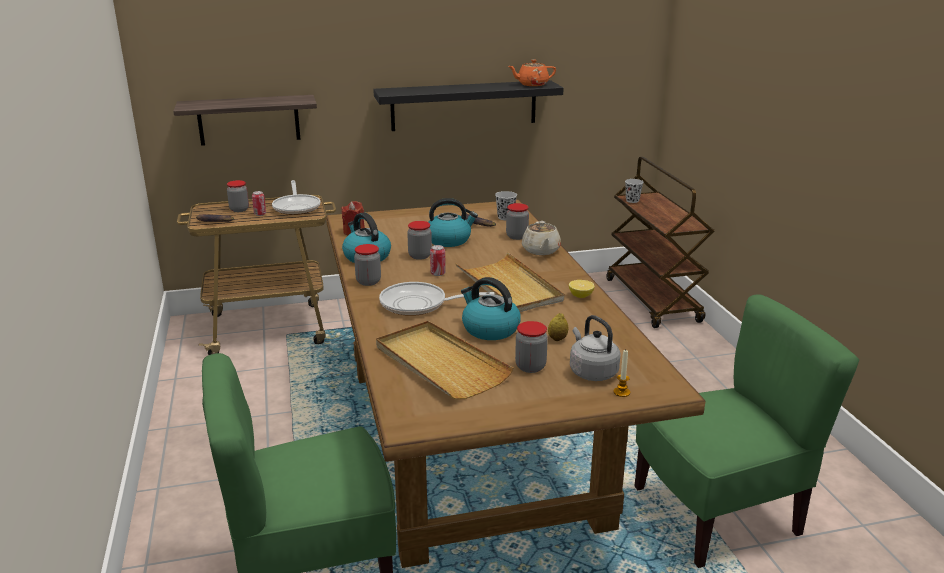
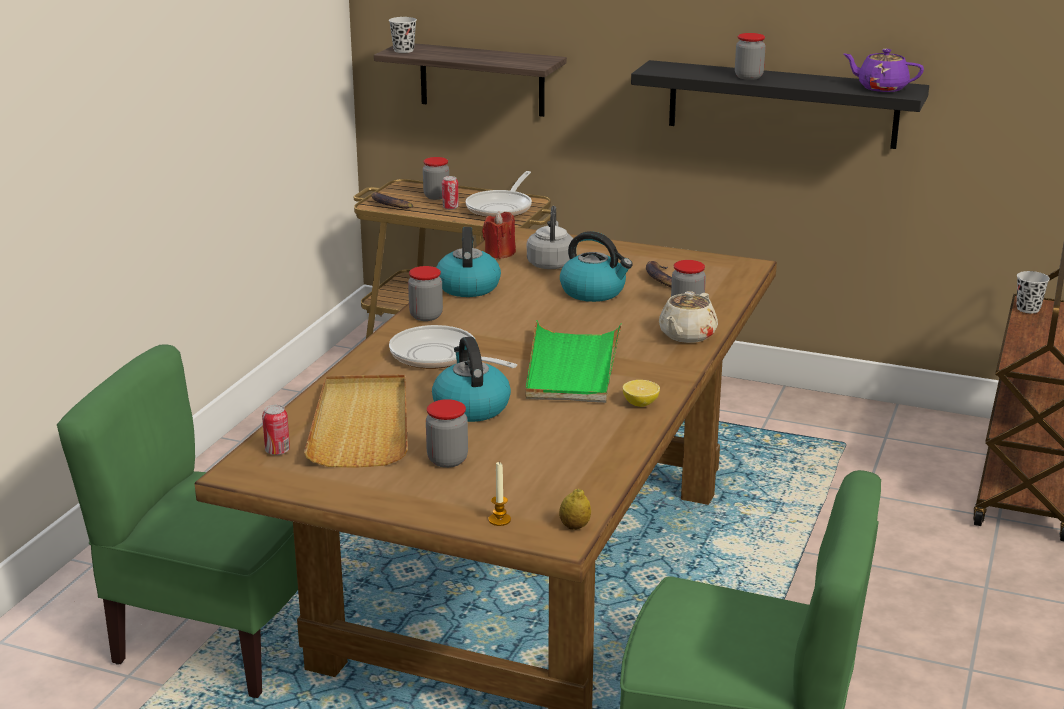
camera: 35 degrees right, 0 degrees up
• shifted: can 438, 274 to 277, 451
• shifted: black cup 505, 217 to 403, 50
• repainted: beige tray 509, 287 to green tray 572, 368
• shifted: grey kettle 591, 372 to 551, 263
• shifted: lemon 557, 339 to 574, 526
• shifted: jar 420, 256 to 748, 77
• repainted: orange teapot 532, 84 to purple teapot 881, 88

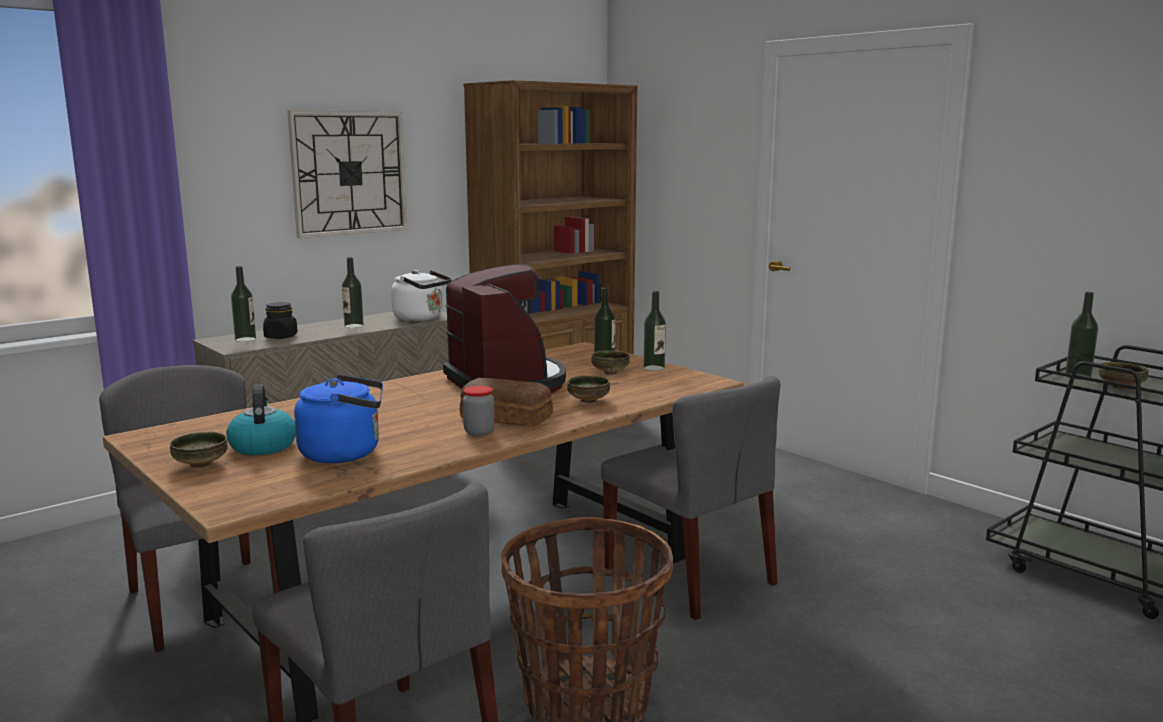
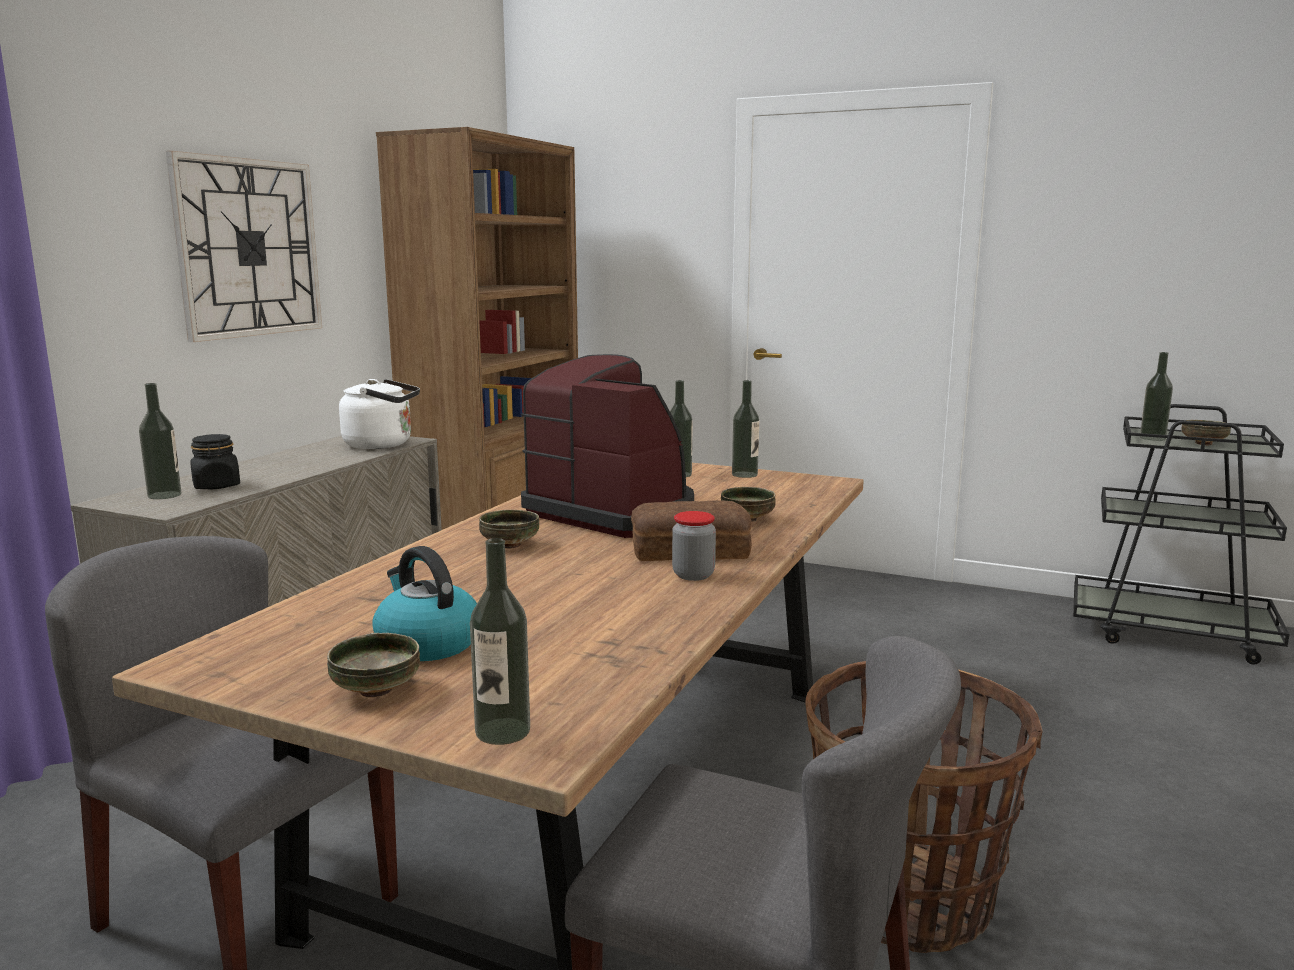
camera: 25 degrees left, 0 degrees up
• shifted: bottle 354, 326 to 502, 731
• shifted: bowl 609, 373 to 509, 545
• gone: blue kettle 345, 453
• gone: grey chair 690, 576

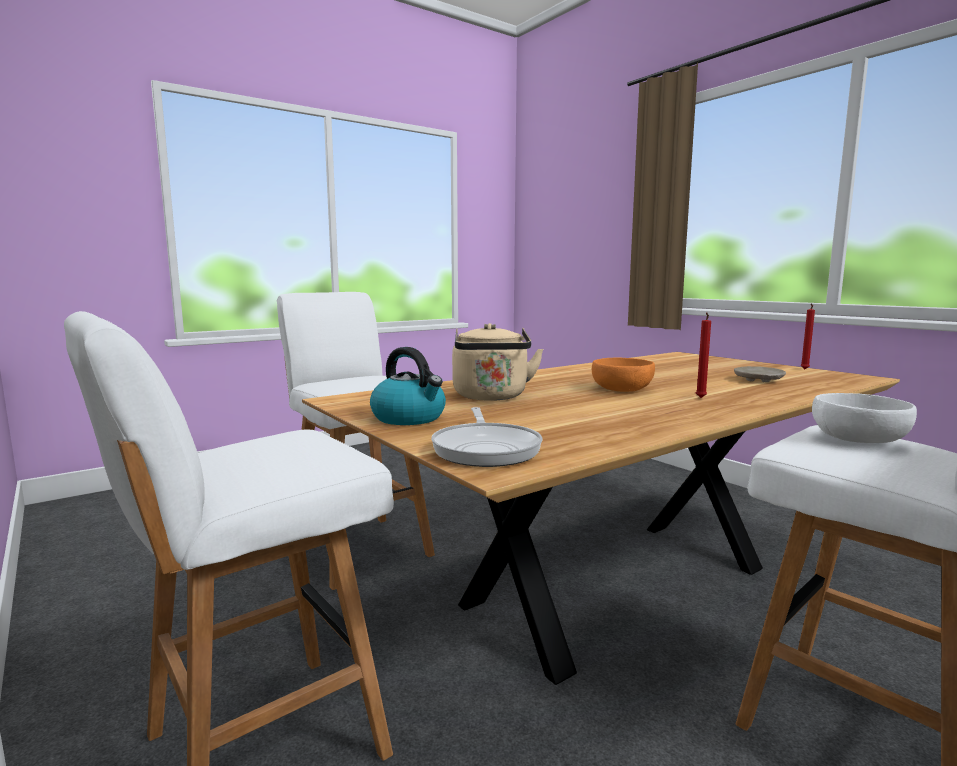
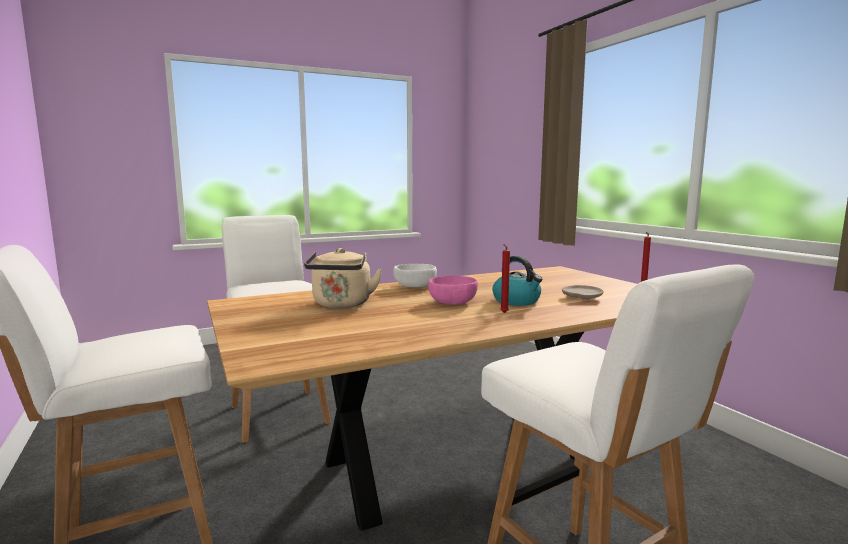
camera: 10 degrees right, 0 degrees up
• shifted: white bowl 860, 439 to 415, 286
• repainted: orange bowl 622, 389 to pink bowl 453, 302
• shifted: kettle 410, 418 to 517, 301
• gone: frying pan 486, 449

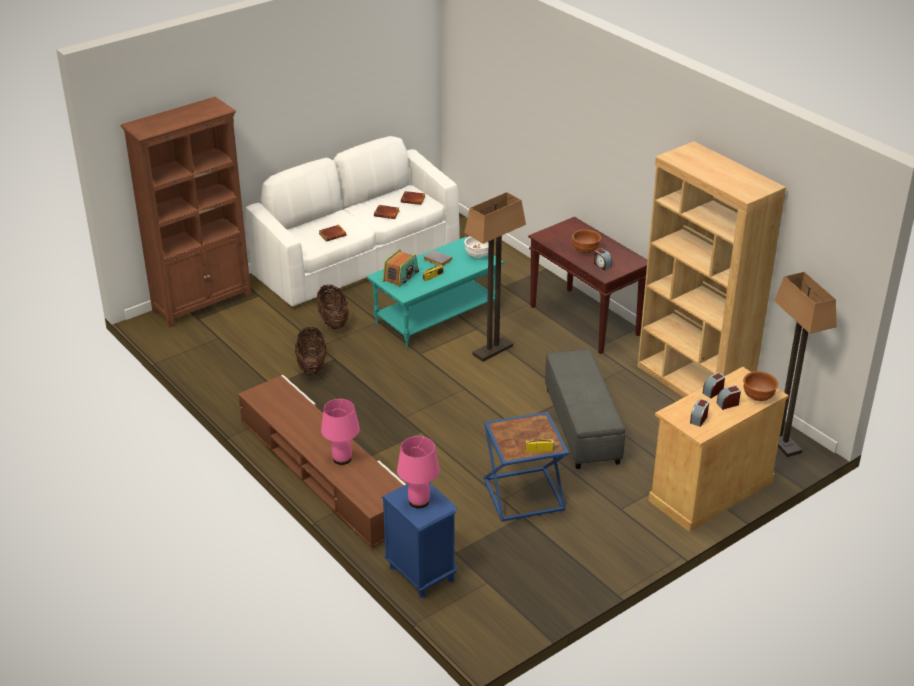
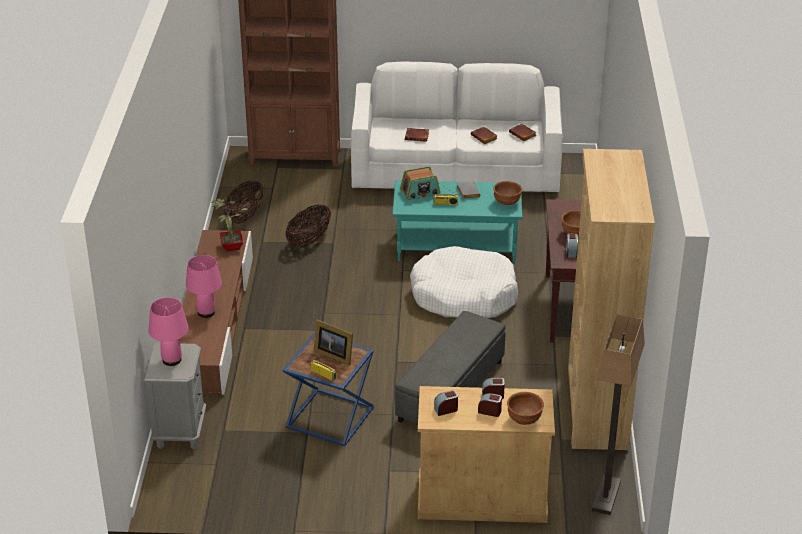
camera: 40 degrees right, 0 degrees up
• repainted: blue nightstand 421, 573 to grey nightstand 180, 431
• new: potted plant 231, 246
• shifted: basket 333, 321 to 244, 216
• new: picture frame 333, 354
• swapped: floor lamp 493, 350 to white dog bed 463, 295
• repainted: white bowl 478, 255 to brown bowl 507, 203

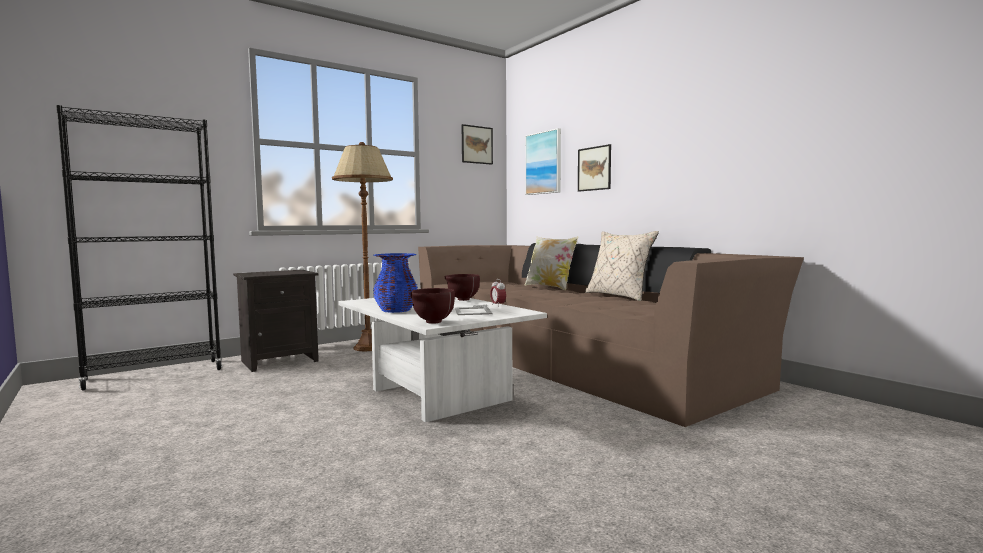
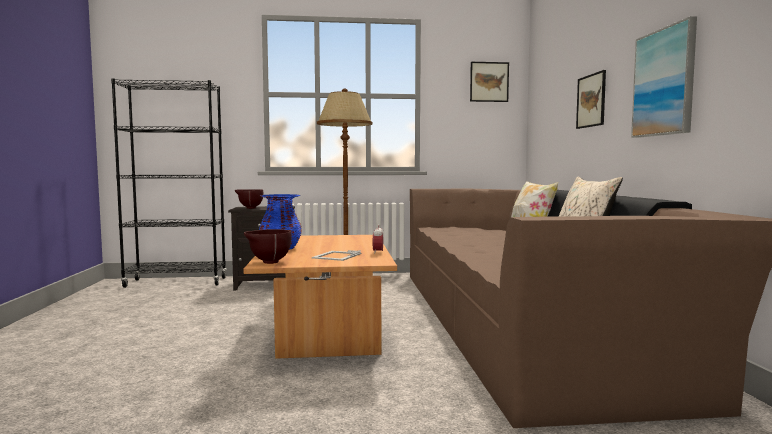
camera: 30 degrees right, 0 degrees up
• shifted: brown bowl 462, 300 to 249, 208
• repainted: white coffee table 435, 395 to brown coffee table 325, 335
• shifted: picture 544, 163 to 664, 82

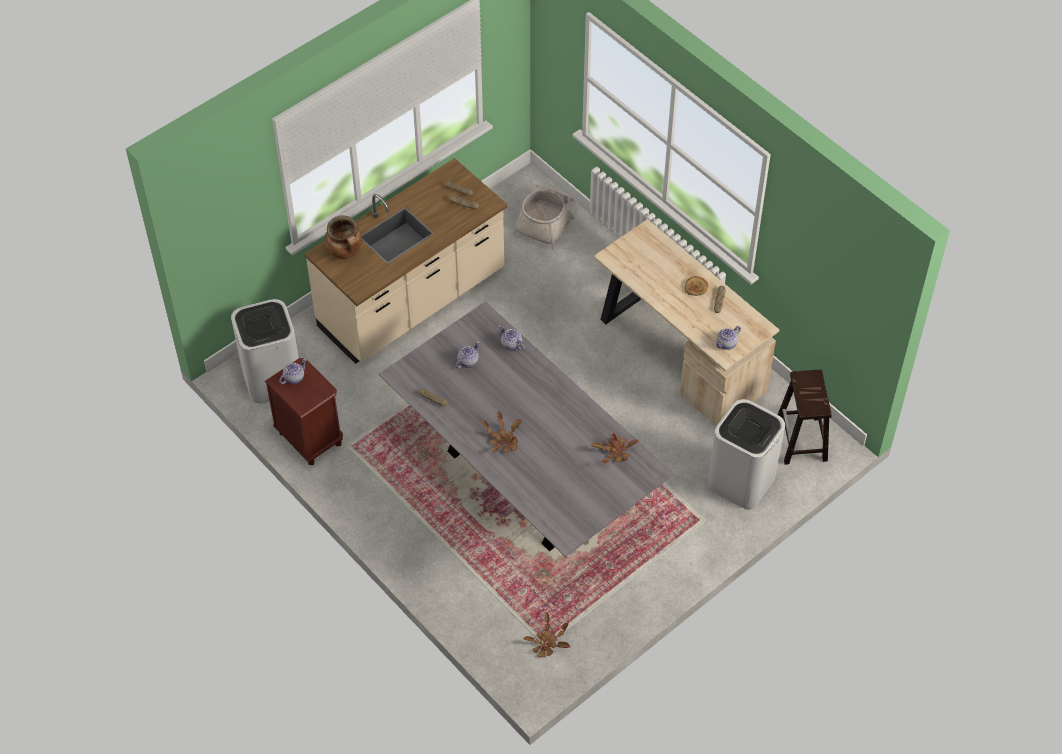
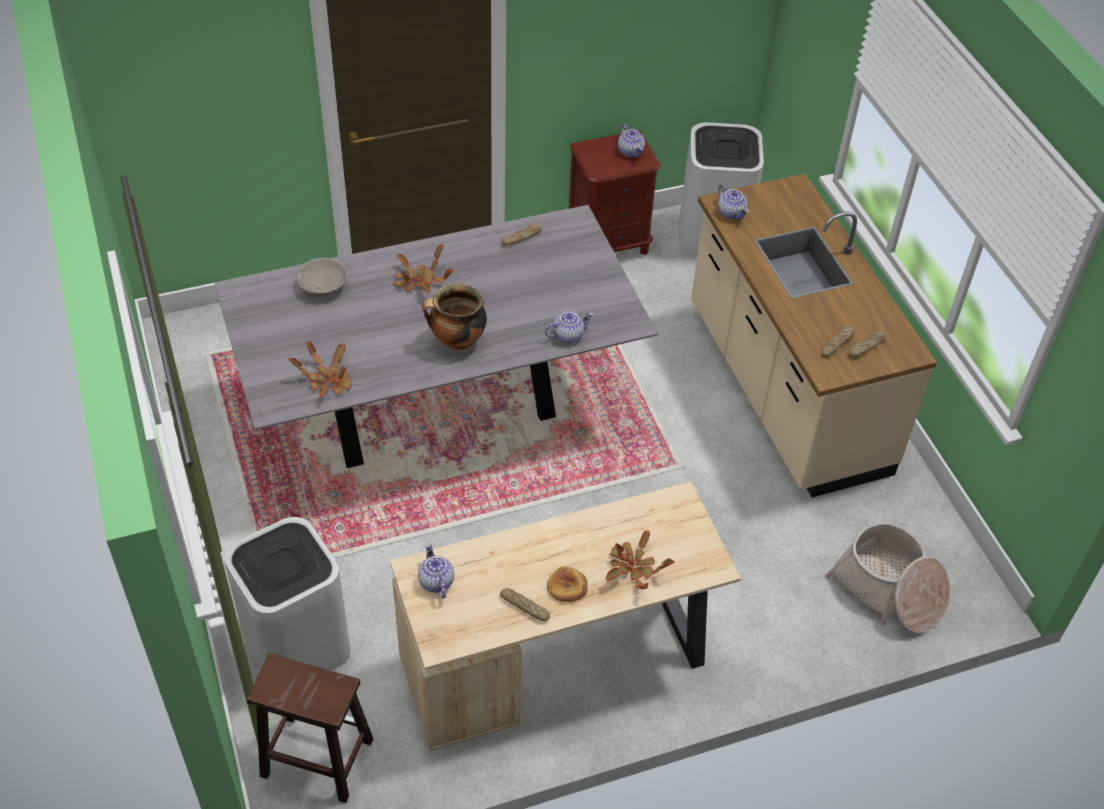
camera: 110 degrees right, 5 degrees down
• new: grey bowl 323, 286
• shifted: cooking pot 345, 253 to 457, 341
• shifted: potted plant 547, 643 to 633, 568
• shifted: teapot 468, 361 to 731, 213

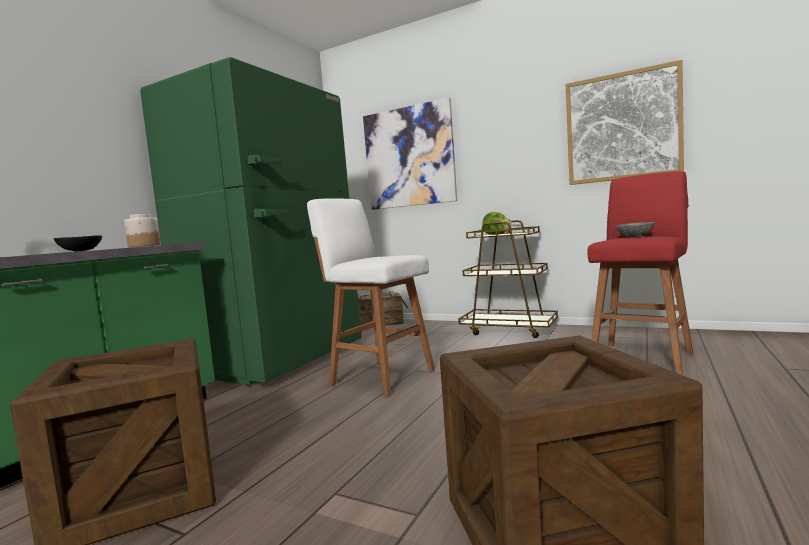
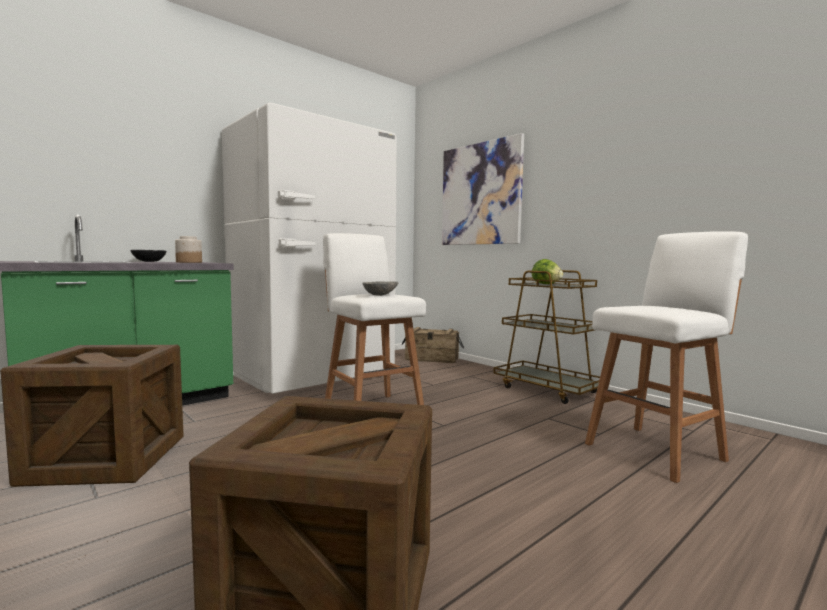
camera: 20 degrees right, 0 degrees up
• repainted: green fridge 279, 360 to white fridge 313, 377
• shifted: grey bowl 635, 236 to 380, 295
• repainted: red stool 642, 357 to white stool 657, 451
• gone: picture 622, 127

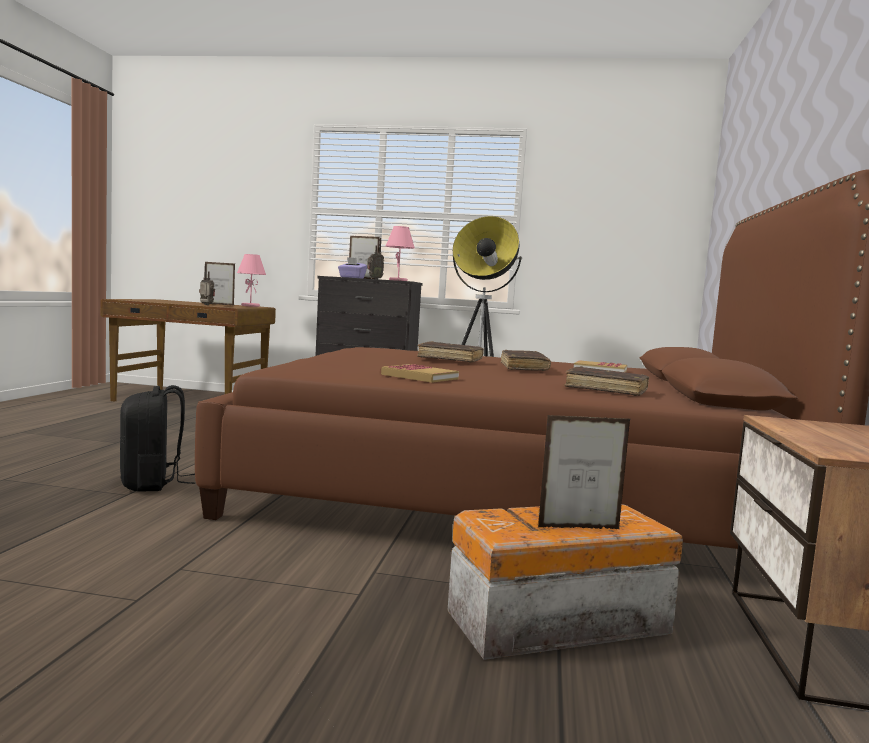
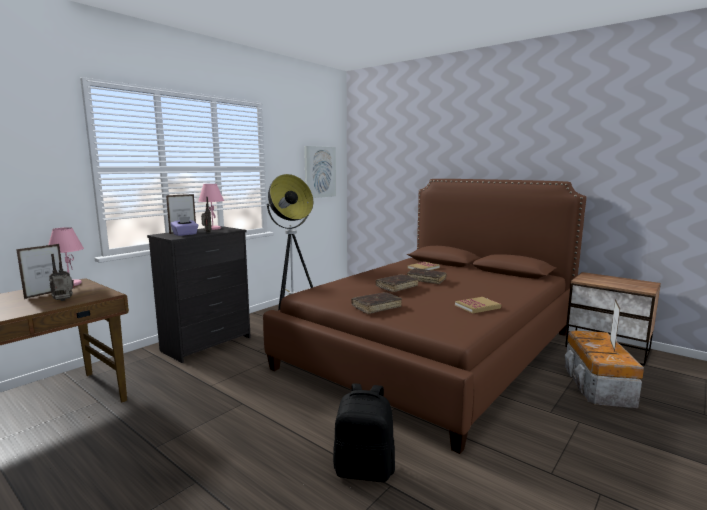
camera: 60 degrees left, 5 degrees up
• new: picture 319, 172
• shifted: brown book 606, 390 to 376, 307

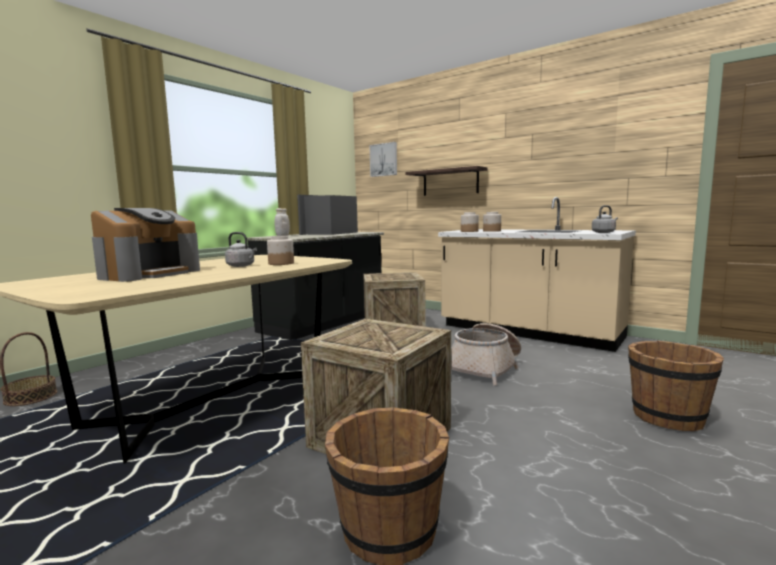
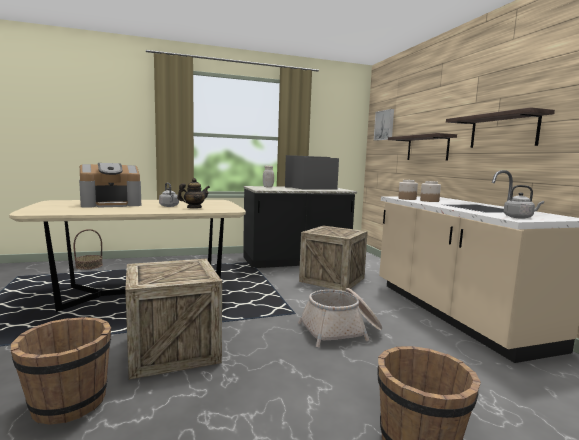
camera: 35 degrees right, 0 degrees up
• swapped: jar 280, 263 to teapot 194, 208
• new: shelf 503, 131

